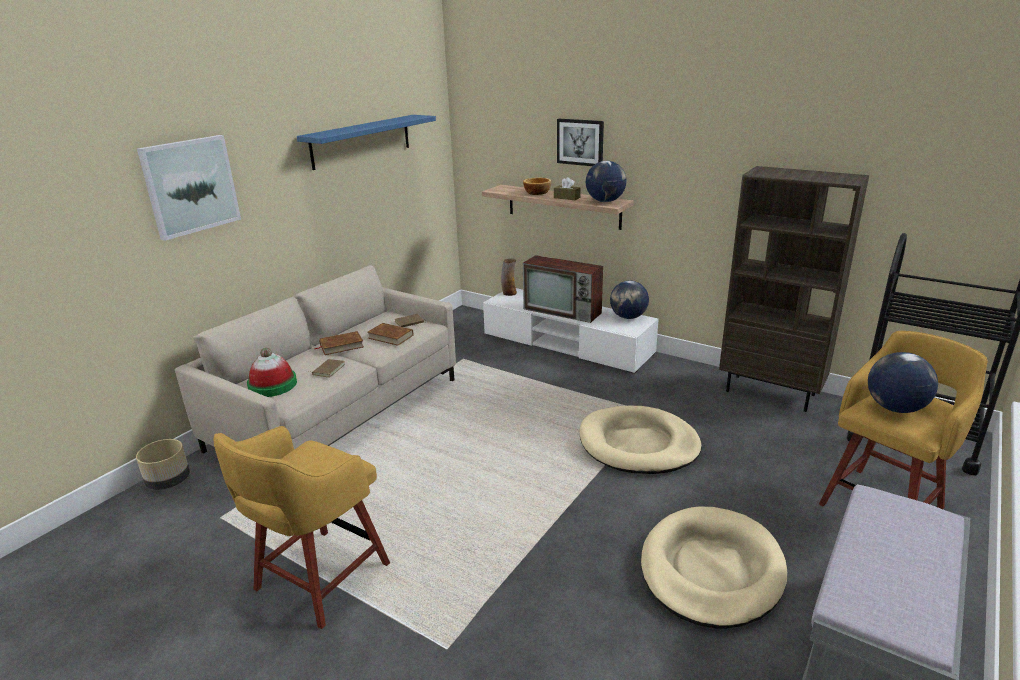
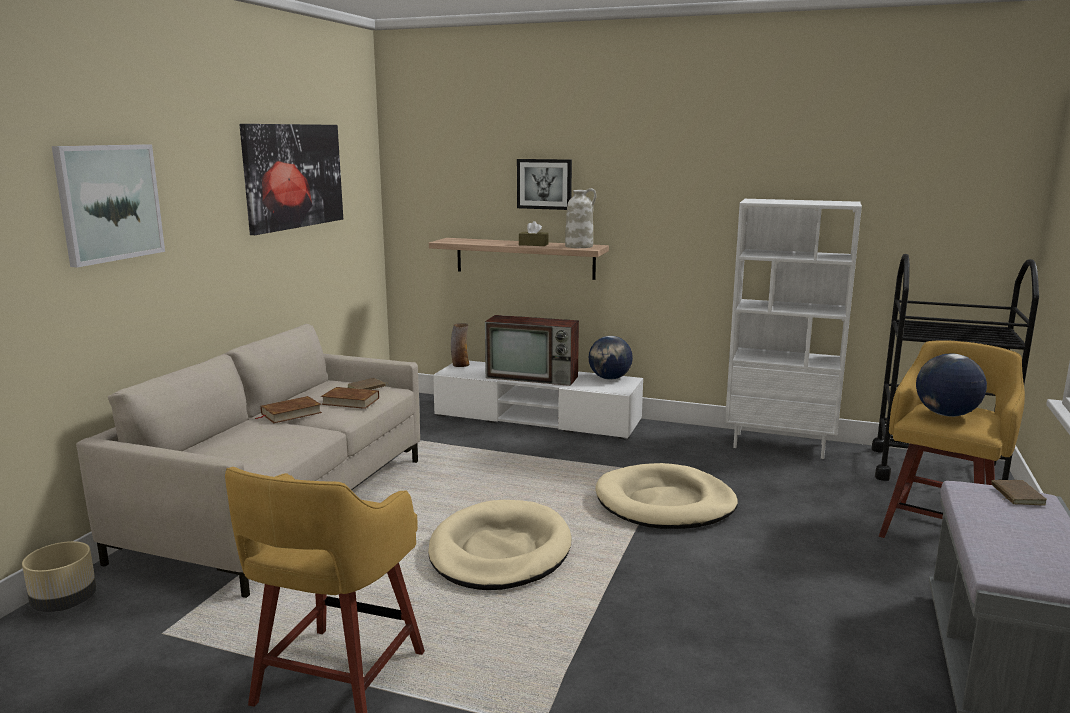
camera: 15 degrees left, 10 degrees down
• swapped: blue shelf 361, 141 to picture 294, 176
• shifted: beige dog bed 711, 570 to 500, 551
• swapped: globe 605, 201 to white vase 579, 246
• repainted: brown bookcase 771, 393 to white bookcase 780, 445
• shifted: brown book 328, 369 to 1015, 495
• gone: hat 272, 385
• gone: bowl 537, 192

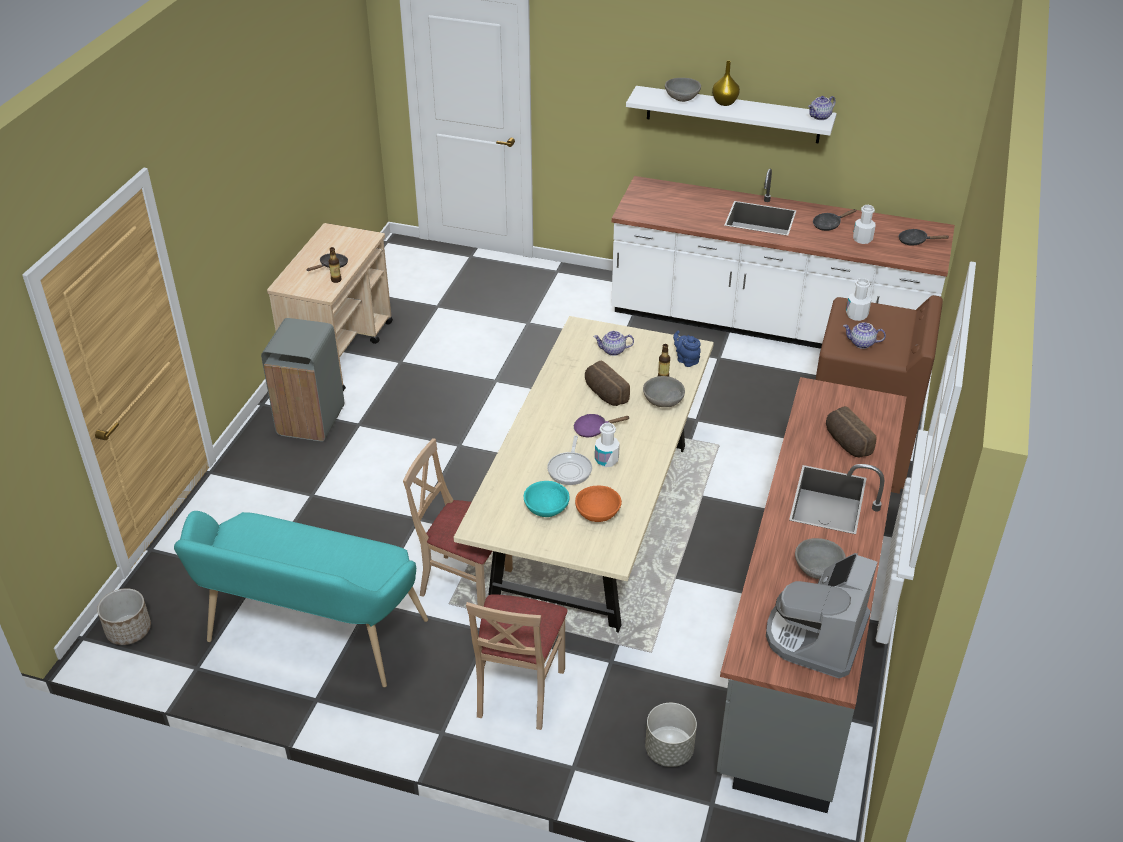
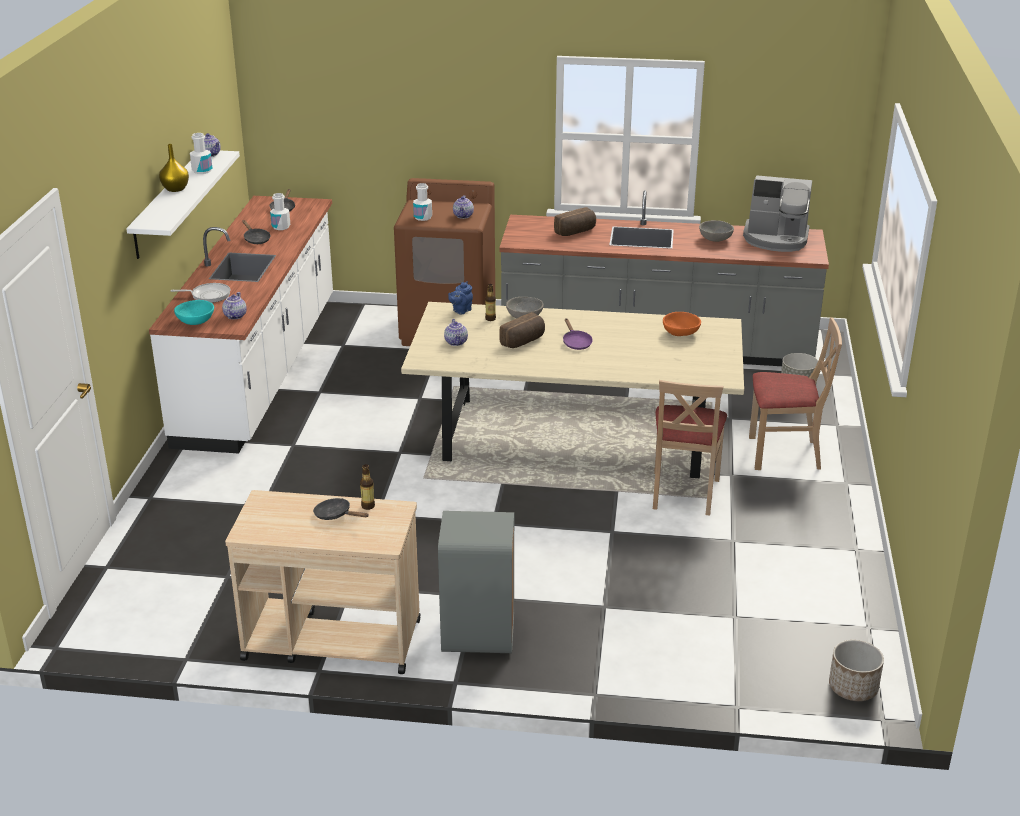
camera: 100 degrees left, 10 degrees down
• shifted: frying pan 570, 469 to 208, 295
• shifted: turquoise bowl 547, 509 to 195, 321
• shifted: white bottle 606, 460 to 202, 171
• new: teapot 234, 316
• gone: turquoise bench 310, 637
• gone: grey bowl 682, 98

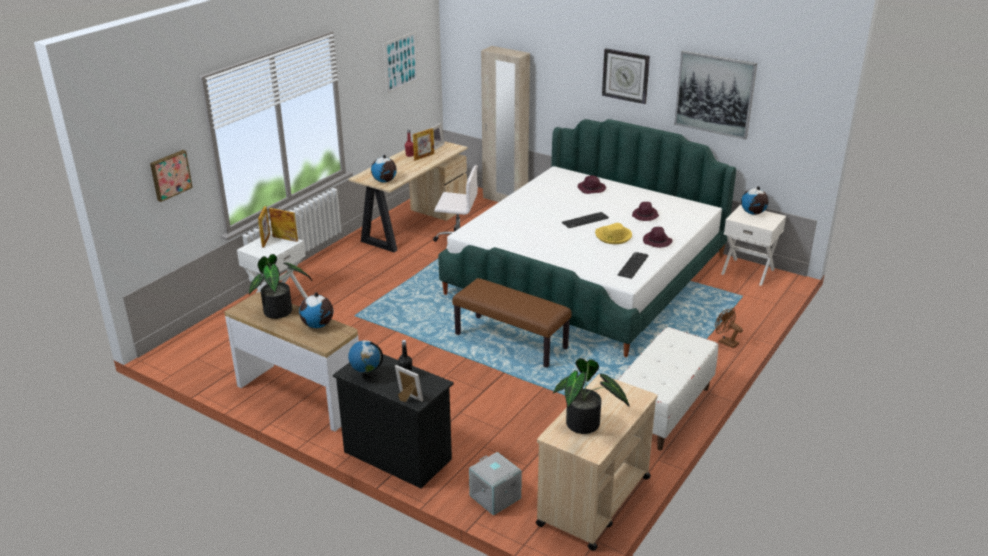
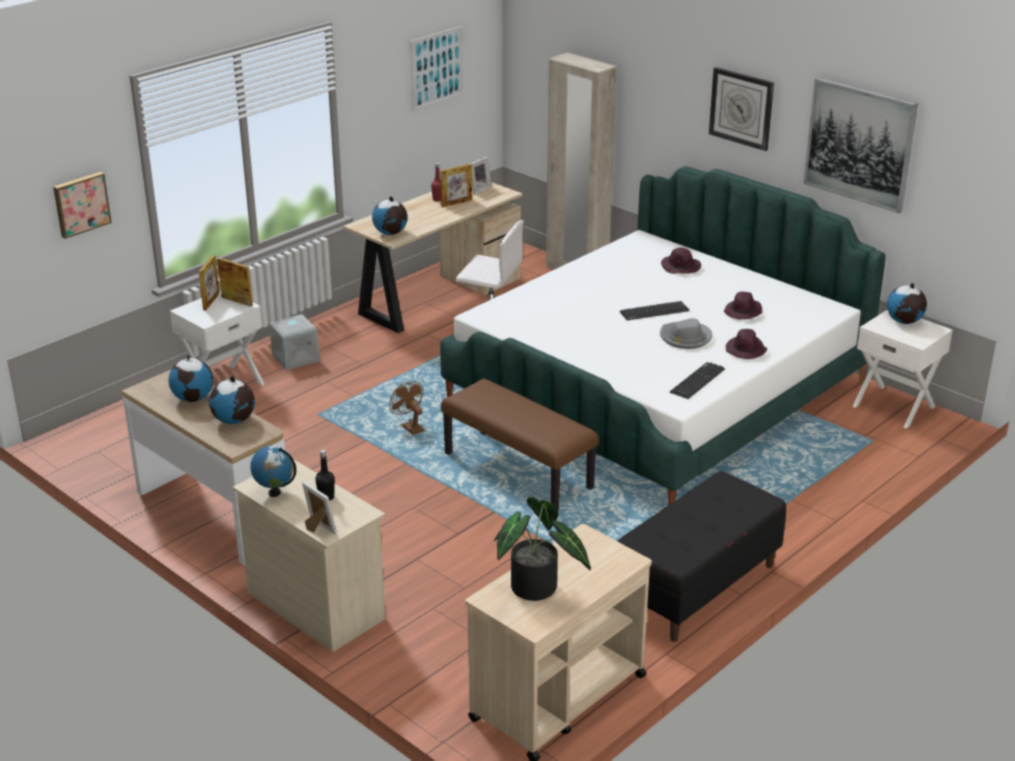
camera: 10 degrees right, 0 degrees up
• swapped: potted plant 281, 312 to globe 193, 398
• repainted: black dresser 397, 455 to beige dresser 315, 605
• shifted: grey storage box 494, 497 to 294, 357
• shifted: brown fan 725, 342 to 409, 427
• repainted: white bench 662, 410 to black bench 697, 587
• repainted: yellow hat 613, 236 to grey hat 685, 337

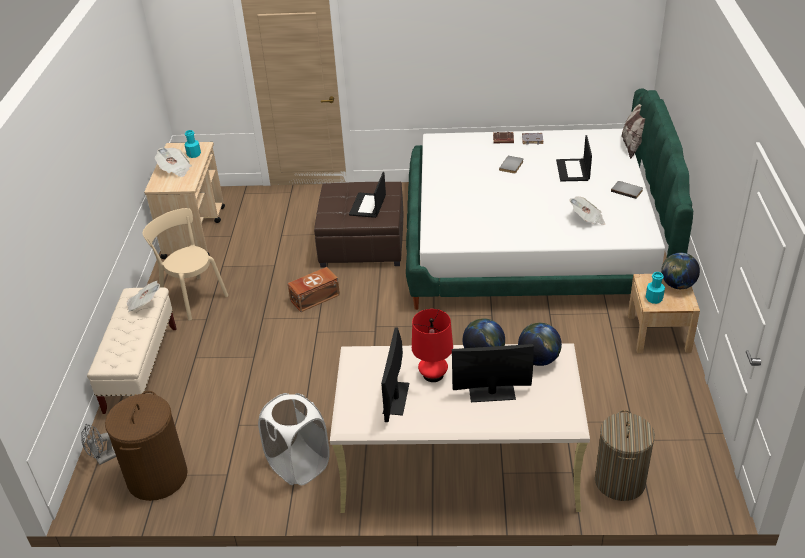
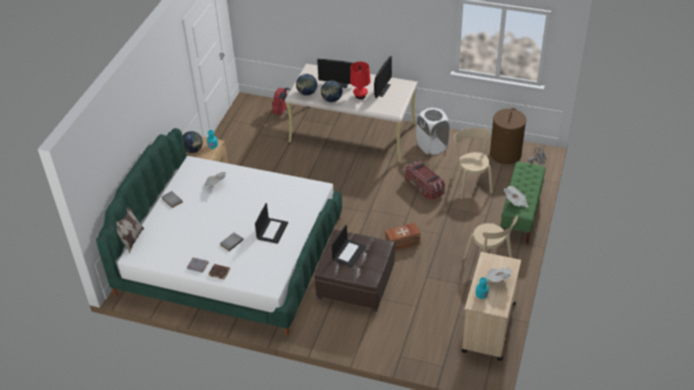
camera: 165 degrees left, 5 degrees up
• shifted: laptop 573, 170 to 272, 230
• swapped: laundry basket 619, 481 to red backpack 283, 112
• new: storage box 423, 188
• new: beige chair 470, 183
• repainted: beige bench 141, 369 to green bench 520, 215

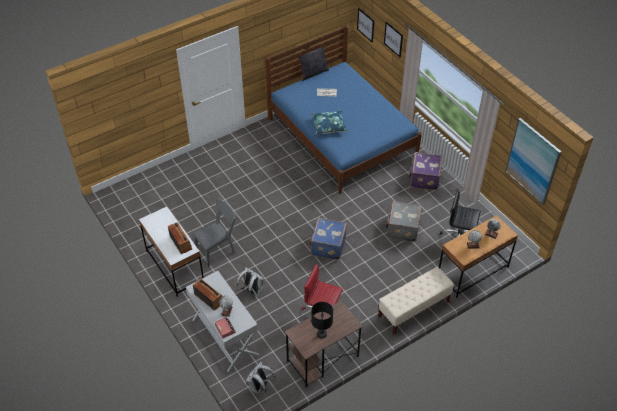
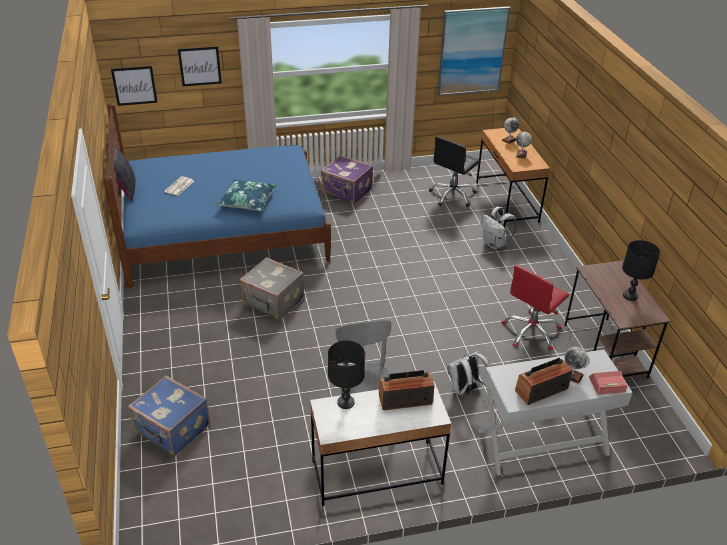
camera: 70 degrees left, 10 degrees down
• shifted: blue suitcase 327, 246 to 172, 430
• shifted: grey suitcase 402, 229 to 273, 302
• new: black table lamp 346, 402
• shifted: white backpack 260, 387 to 494, 244
• gone: beige bench 413, 309

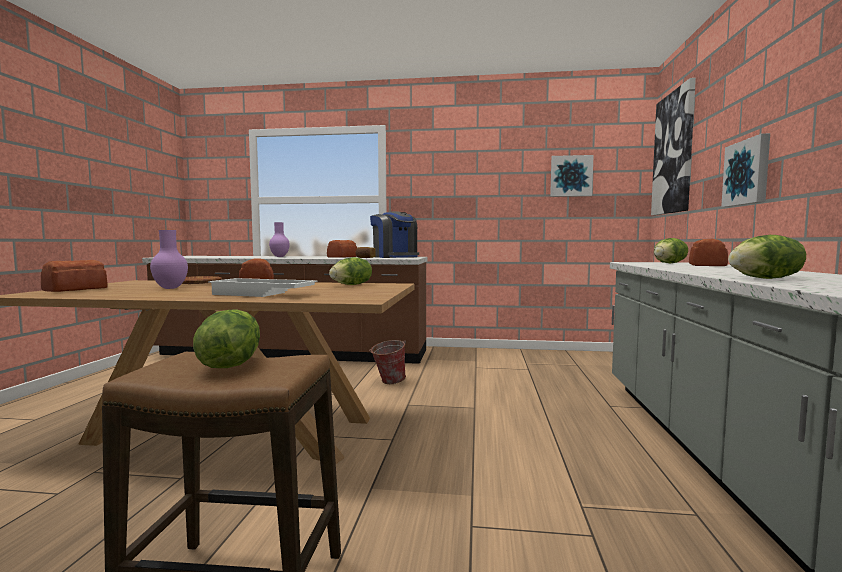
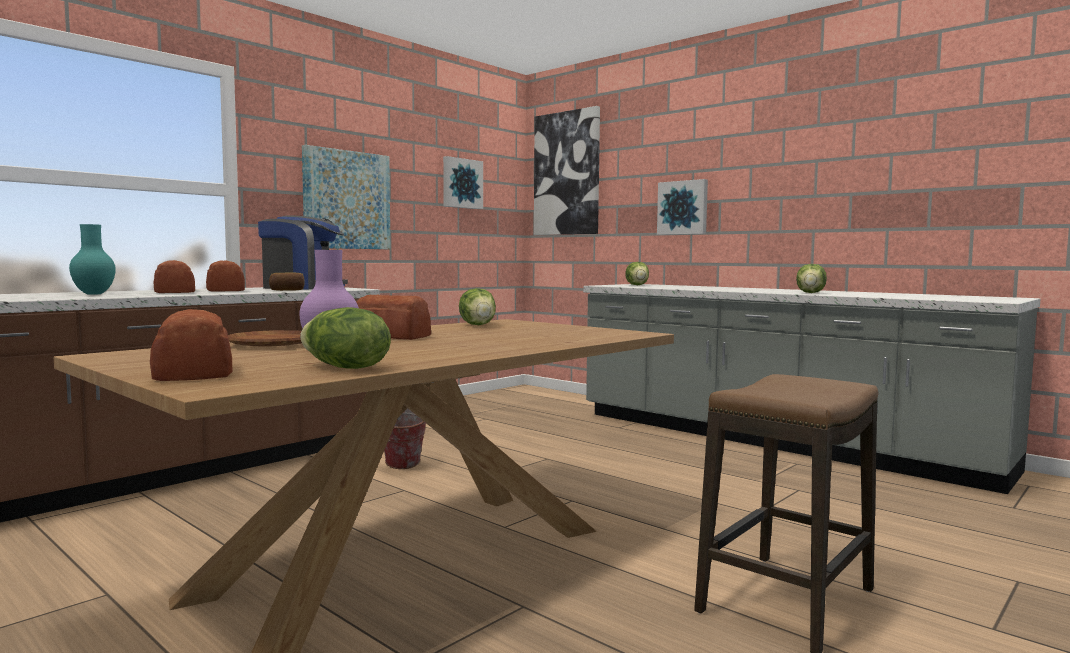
camera: 55 degrees left, 0 degrees up
• repainted: purple vase 279, 256 to turquoise vase 94, 294
• shifted: bread 706, 265 to 173, 292
• shifted: lettuce 230, 364 to 344, 368
• new: picture 346, 200
• gone: white tray 261, 294

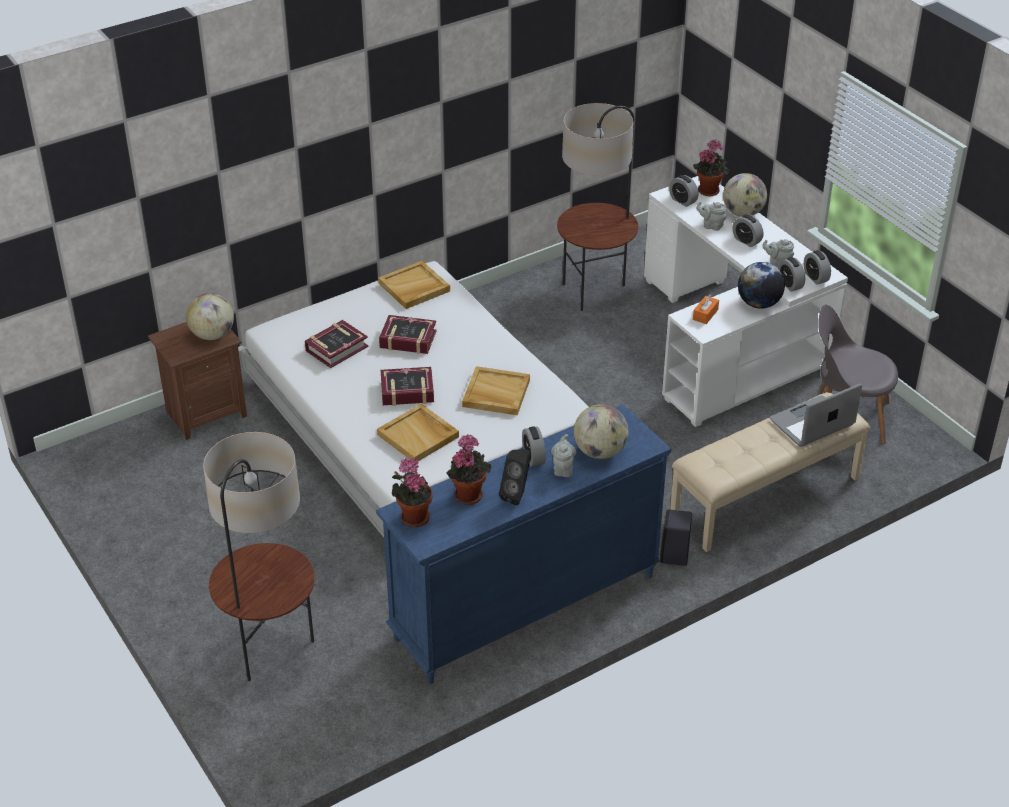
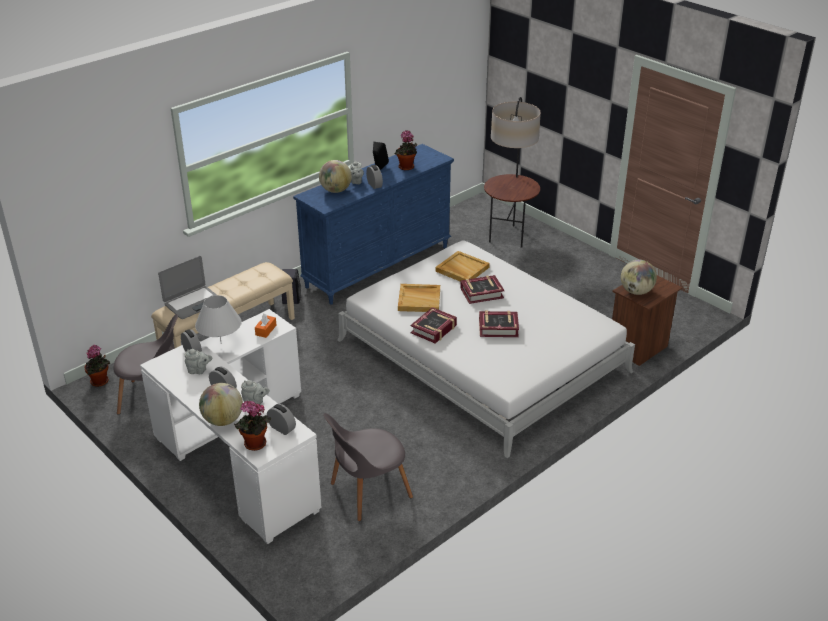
camera: 170 degrees right, 5 degrees down
• shifted: potted plant 413, 516 to 101, 382
• swapped: globe 758, 304 to white table lamp 221, 343
• swapped: floor lamp 595, 292 to grey chair 367, 492
• shifted: book 336, 348 to 434, 329
• gone: beige tray 414, 287
• gone: alarm clock 815, 277

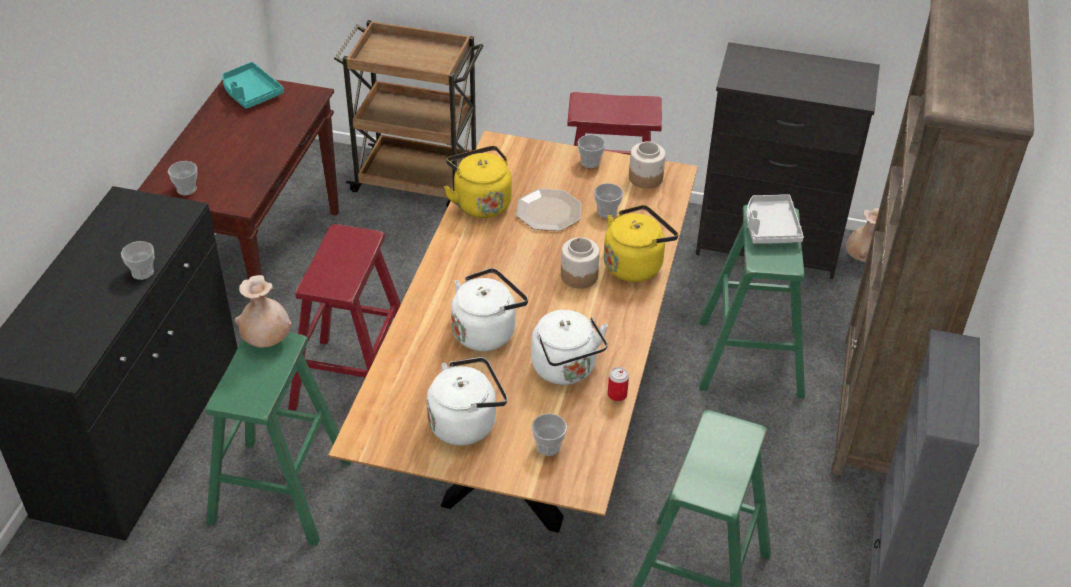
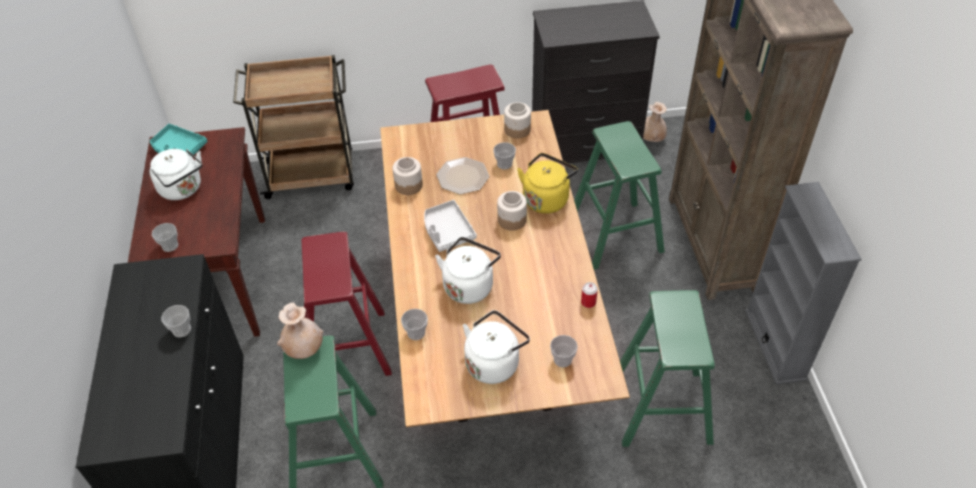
camera: 20 degrees left, 5 degrees up
• shifted: white kettle 566, 370 to 183, 189
• swapped: yellow kettle 480, 202 to jar 408, 185
• shifted: cup 590, 162 to 416, 333
• shifted: grey tray 770, 227 to 447, 231

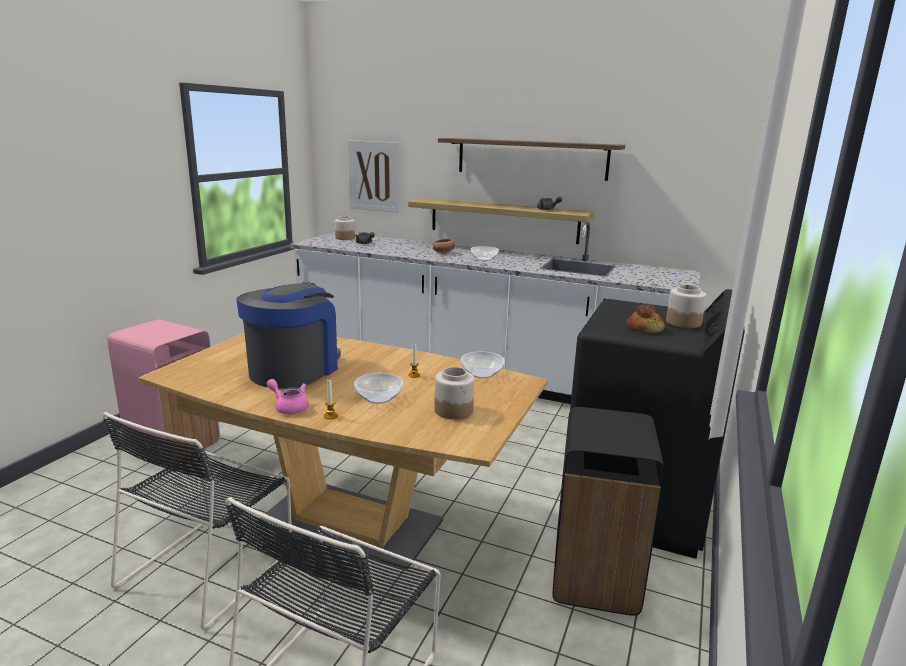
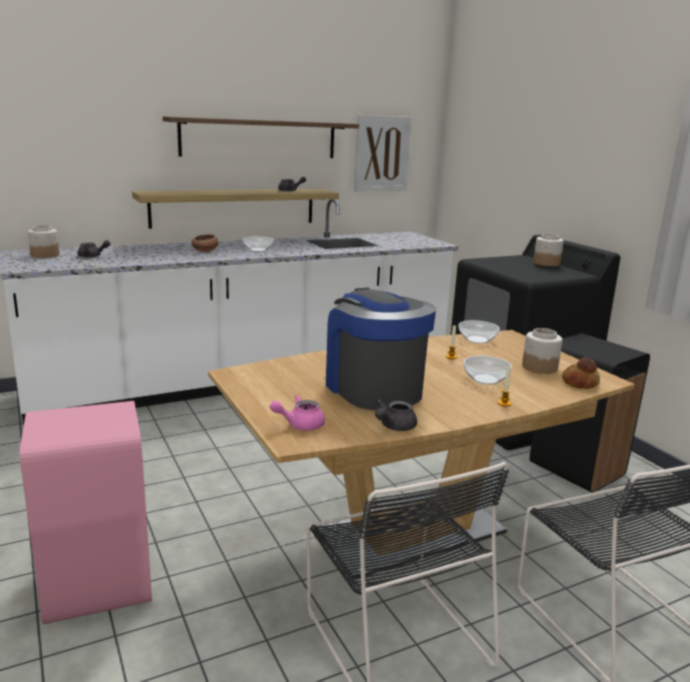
camera: 50 degrees left, 0 degrees up
• shifted: pink teapot 289, 407 to 300, 425
• shifted: picture 374, 176 to 382, 154
• new: grey teapot 393, 427
• shifted: bread 644, 329 to 579, 383

